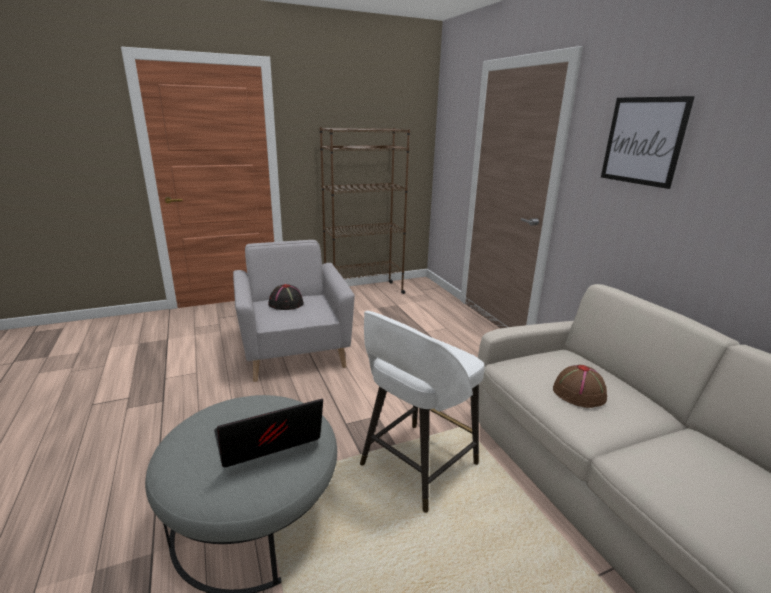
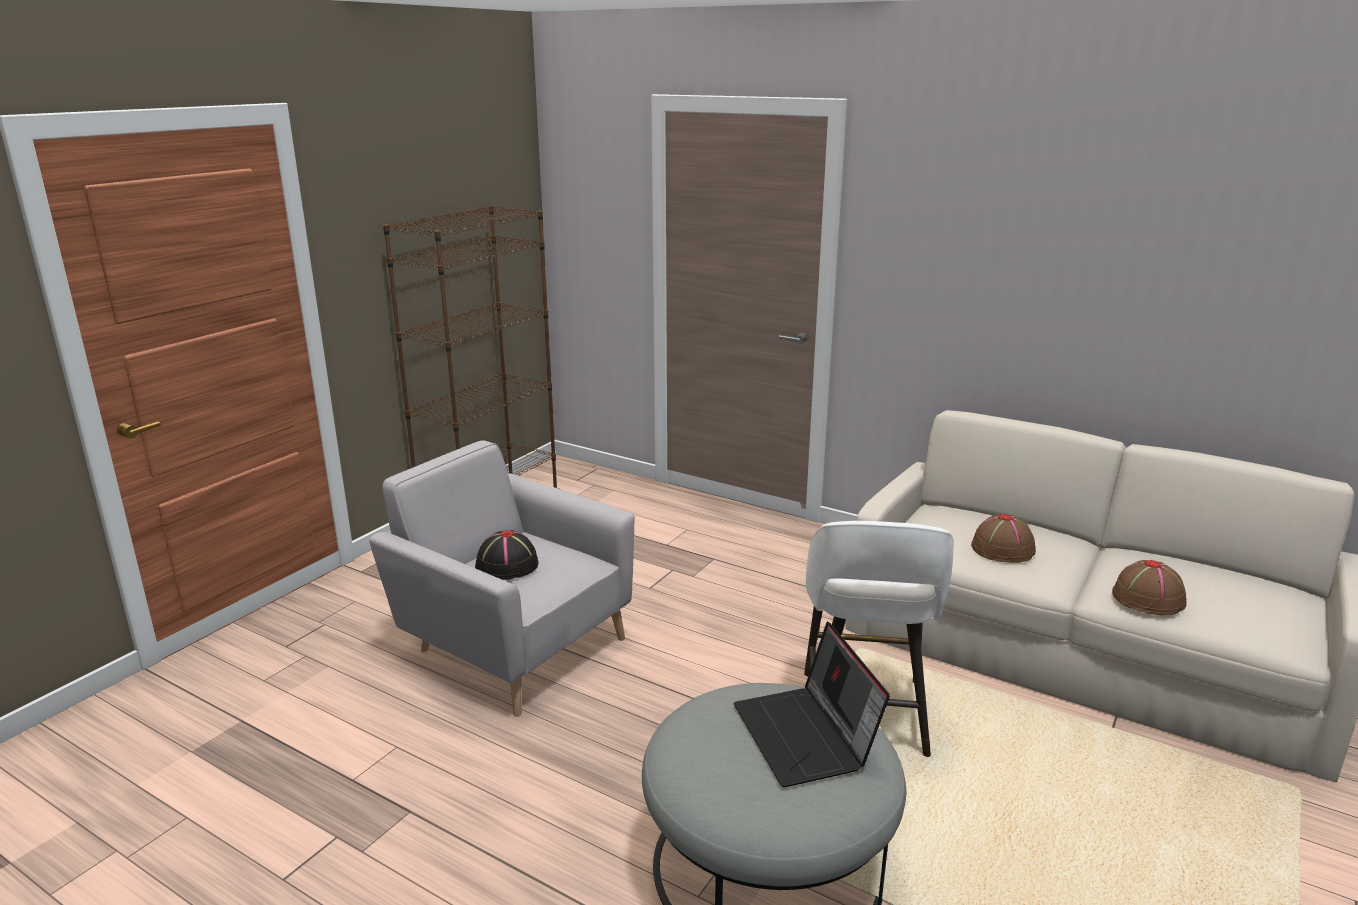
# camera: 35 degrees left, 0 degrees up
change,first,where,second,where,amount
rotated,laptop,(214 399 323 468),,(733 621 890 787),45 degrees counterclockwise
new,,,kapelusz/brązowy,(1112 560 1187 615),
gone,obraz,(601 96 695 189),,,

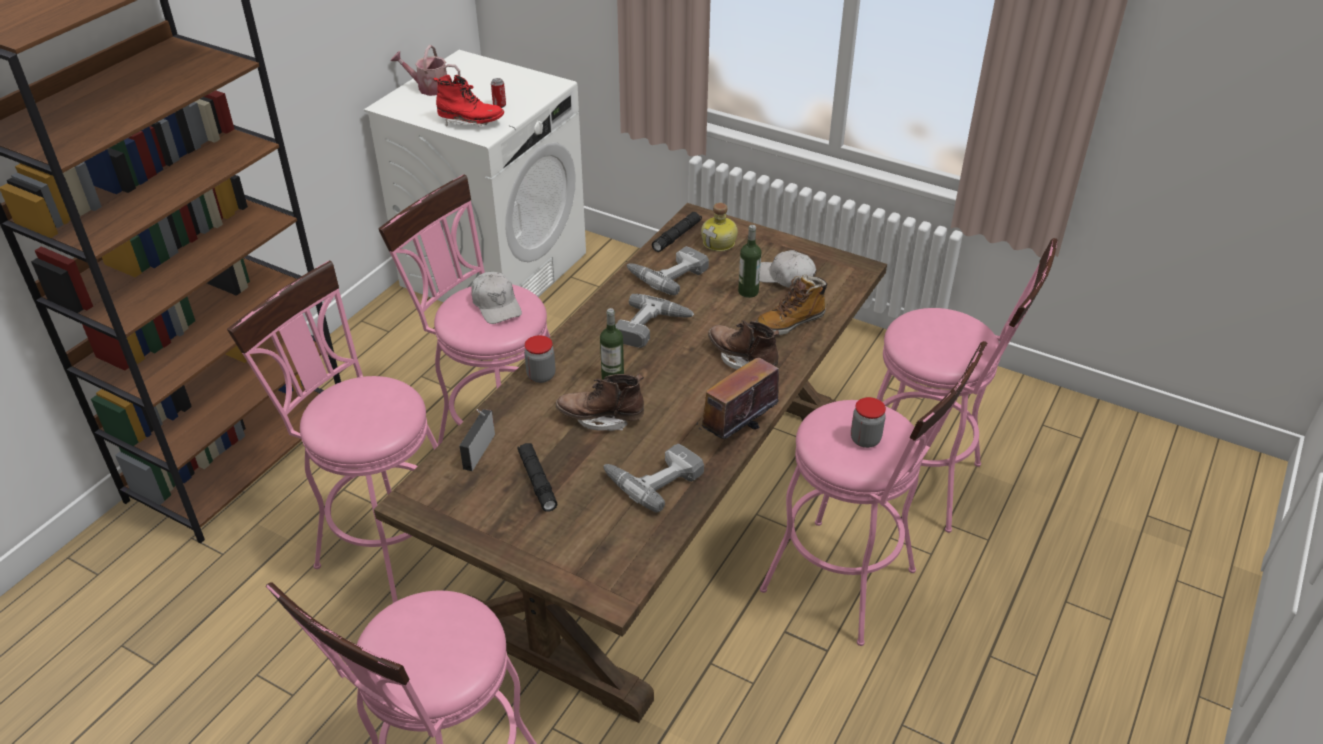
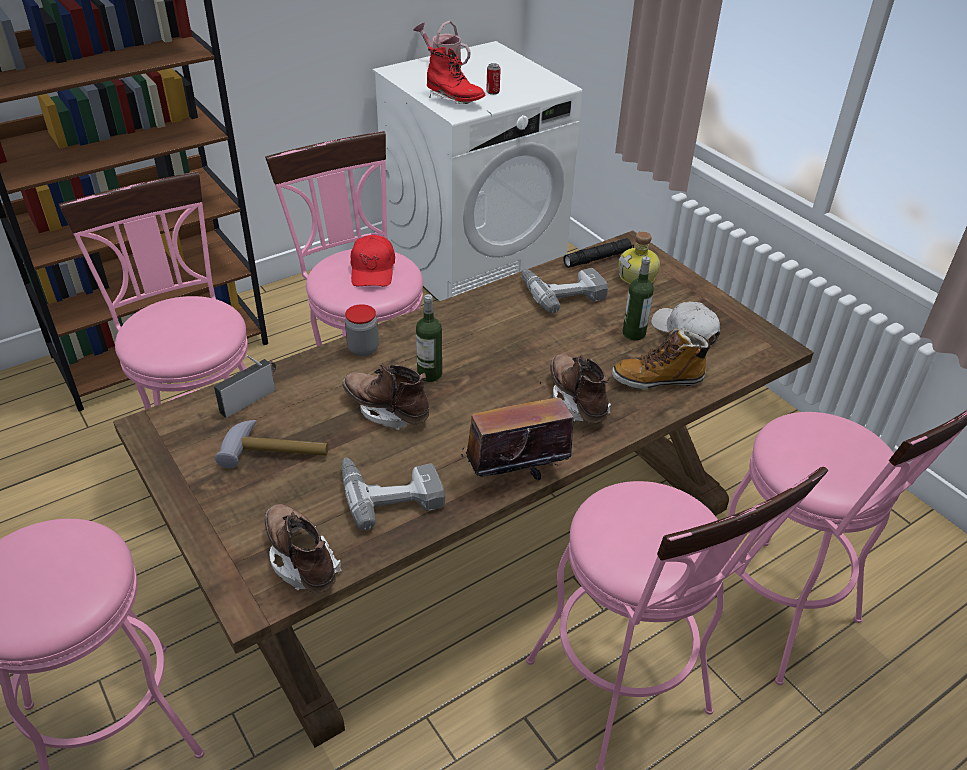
# camera: 25 degrees right, 0 degrees up
change,first,where,second,where,amount
swapped,latarka/czarny,(517 443 558 512),młotek,(215 420 328 468),
new,,,but z cholewką/brązowy,(265 504 342 593),
repainted,czapka z daszkiem/biały,(471 272 522 324),czapka z daszkiem/czerwony,(351 235 395 286),
gone,wiertarka,(615 294 695 348),,,
gone,słoik,(851 397 886 448),,,

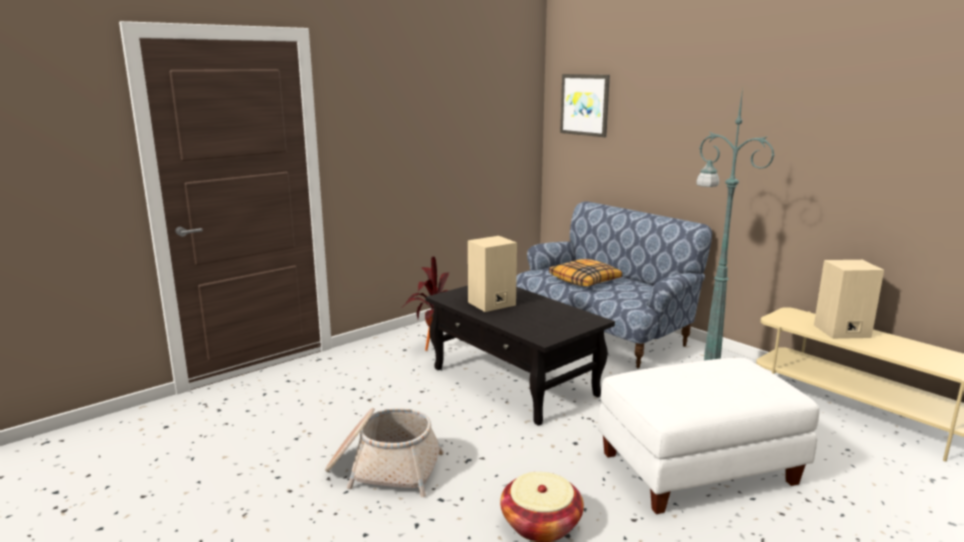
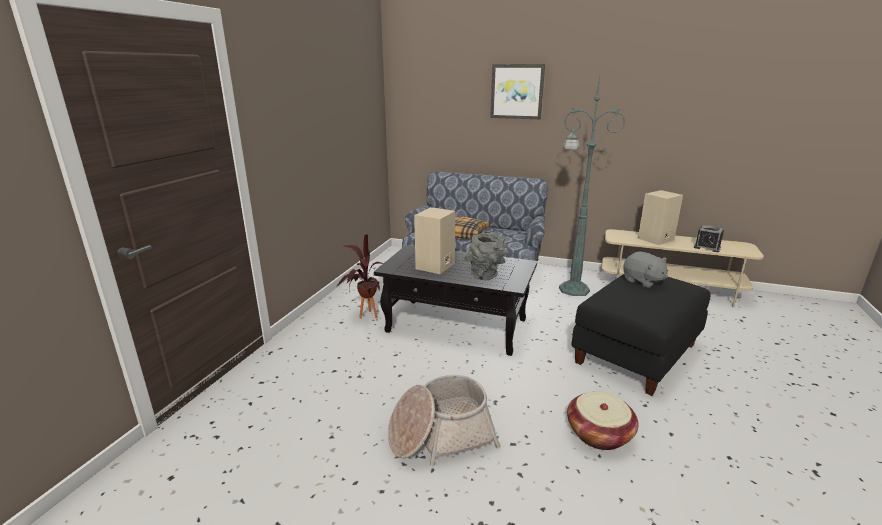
# camera: 30 degrees left, 5 degrees up
change,first,where,second,where,amount
new,,,wazon/szary,(465 231 509 280),
shifted,obraz,(560 74 610 137),,(490 64 545 119),
repainted,pufa/biały,(598 358 819 514),pufa/czarny,(572 274 710 396),
new,,,pluszak/szary,(623 252 668 288),
new,,,budzik,(694 225 724 252),

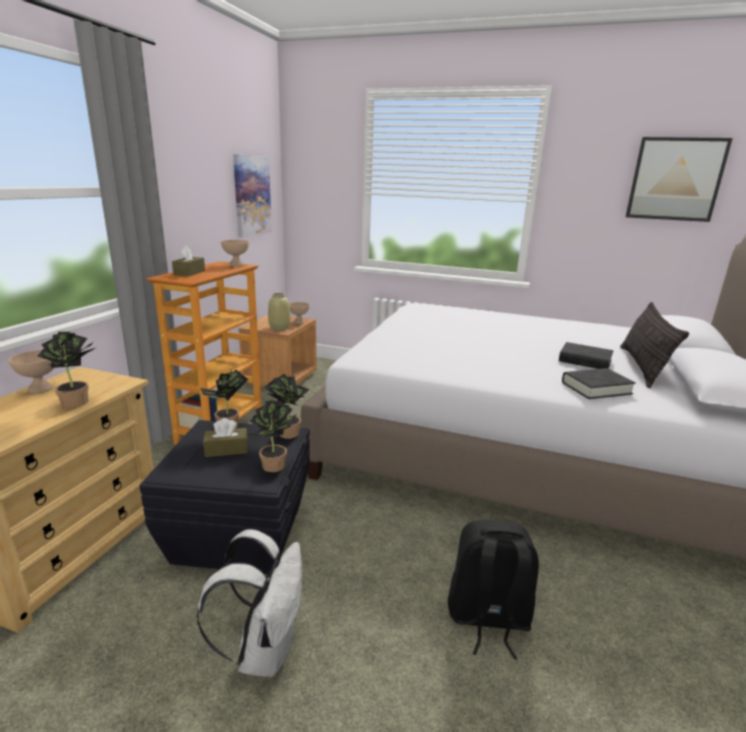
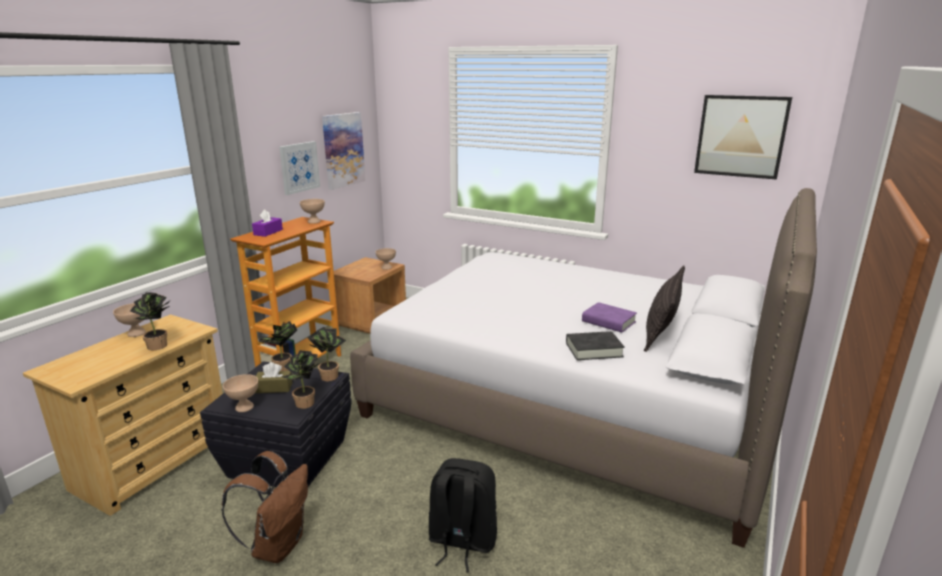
# camera: 10 degrees right, 0 degrees up
change,first,where,second,where,amount
repainted,plecak/biały,(197 529 302 677),plecak/brązowy,(221 451 308 563),
new,,,miska/beżowy,(223 374 258 412),
repainted,pudełko chusteczek/brązowy,(172 246 205 277),pudełko chusteczek/fioletowy,(252 209 283 237),
new,,,obraz,(279 141 320 195),
repainted,książka/czarny,(559 342 614 369),książka/fioletowy,(582 302 637 333),
gone,wazon/beżowy,(268 293 291 330),,,

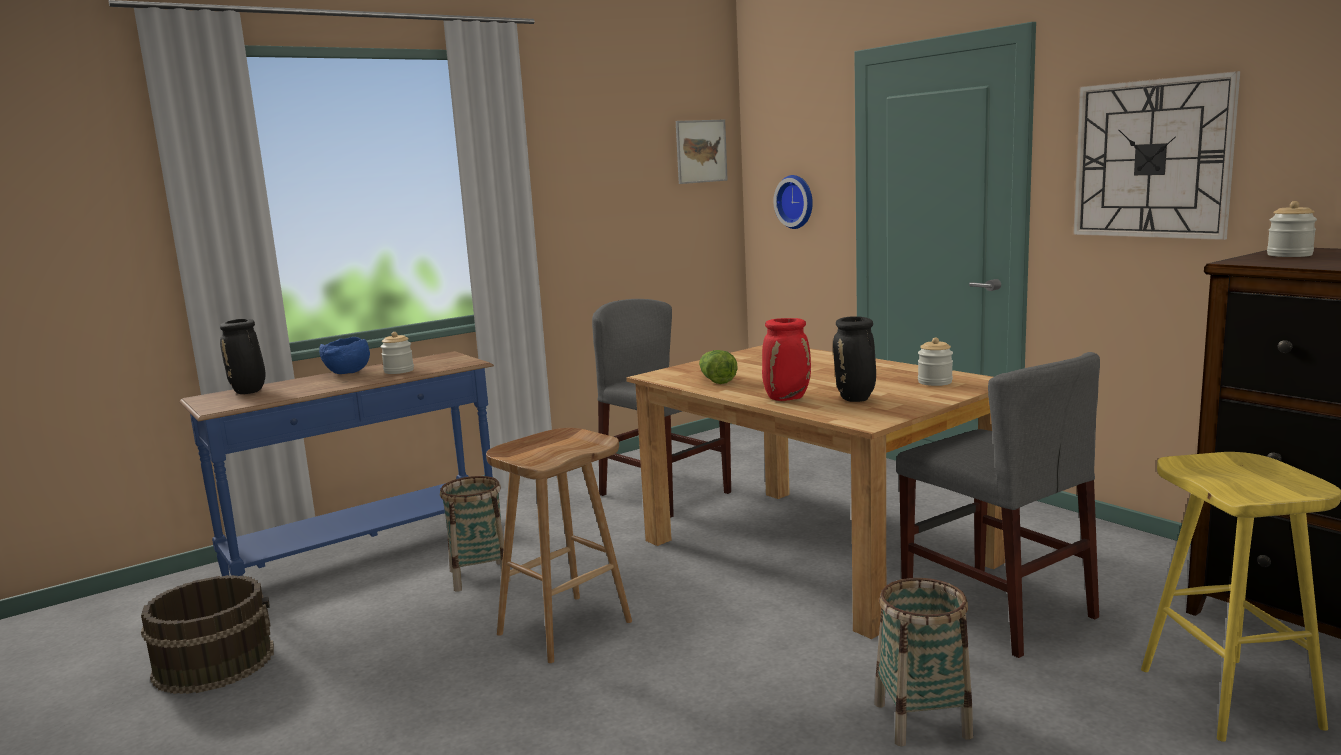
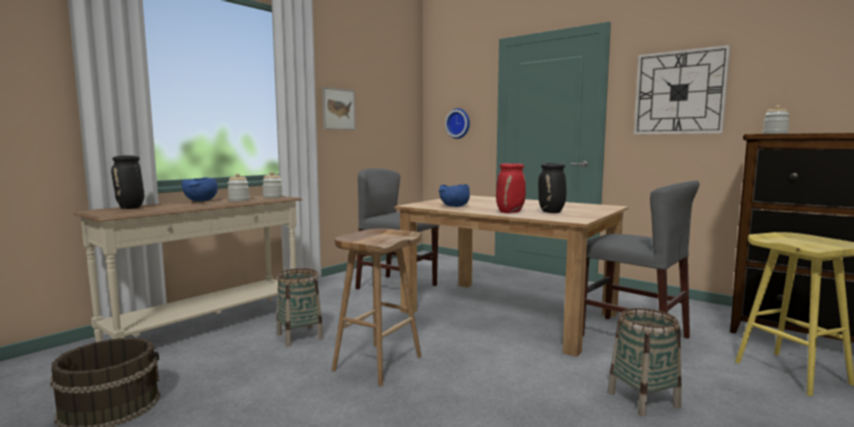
# camera: 15 degrees left, 5 degrees down
change,first,where,second,where,amount
repainted,stolik konsolowy/niebieski,(179 351 494 576),stolik konsolowy/beżowy,(73 195 302 342),
shifted,słoik,(918 337 953 386),,(262 172 283 198),
shifted,obraz,(676 120 728 184),,(322 87 356 130),
swapped,sałata,(699 350 738 384),miska/niebieski,(439 184 470 207),

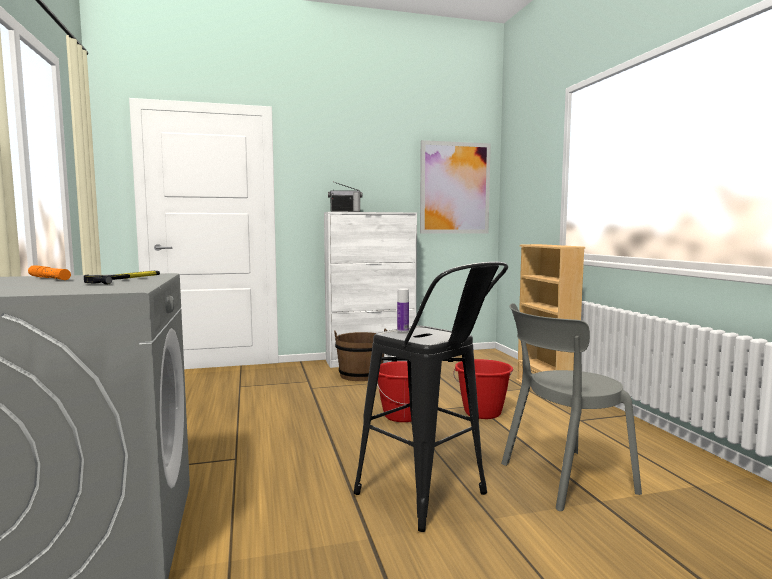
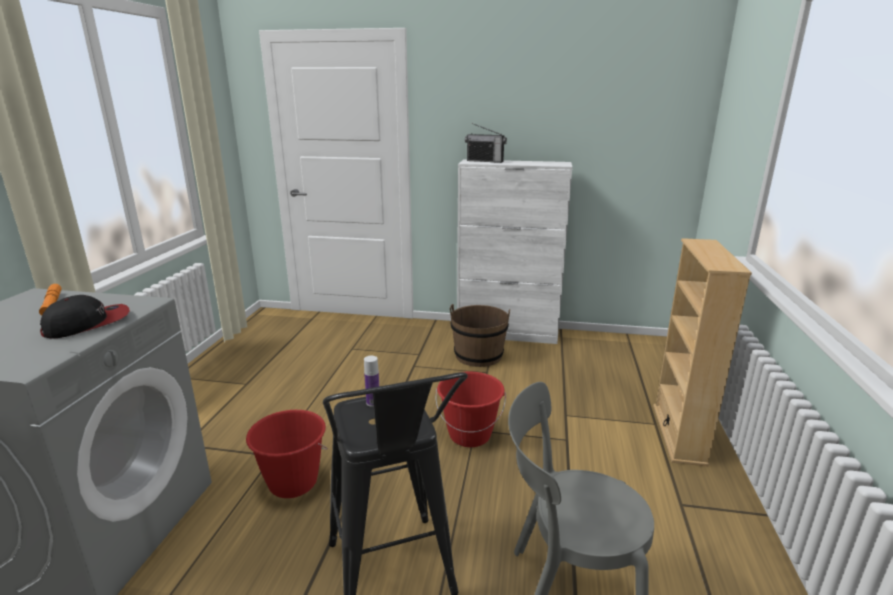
# camera: 25 degrees right, 15 degrees up
change,first,where,second,where,amount
swapped,młotek,(84 271 160 284),czapka z daszkiem,(40 295 130 339),
shifted,wiadro/czerwony,(453 359 513 419),,(246 410 328 498),
gone,obraz,(420 140 491 234),,,

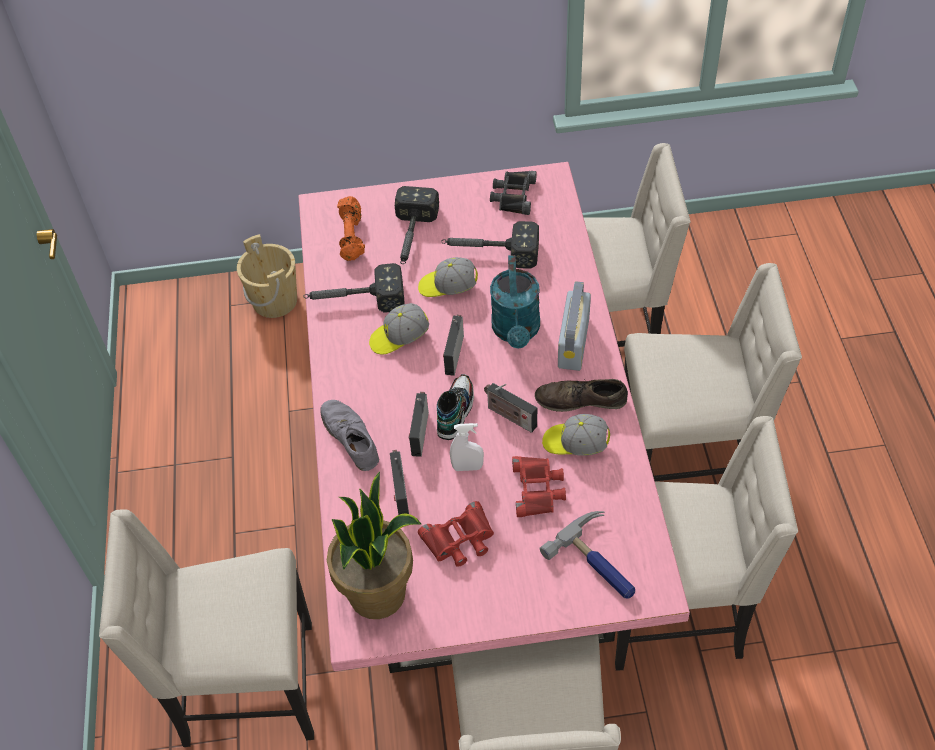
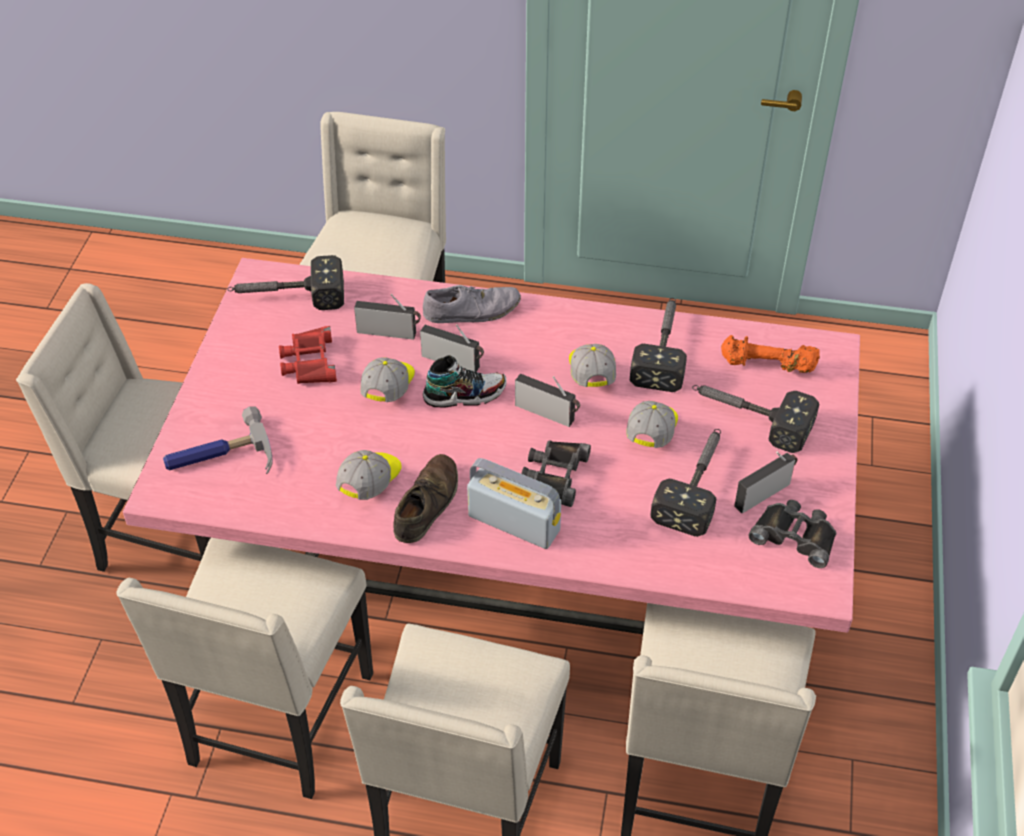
# camera: 105 degrees right, 5 degrees down
change,first,where,second,where,amount
swapped,roślina doniczkowa,(327 472 422 619),młotek,(227 255 344 310),
swapped,spryskiwacz/biały,(450 423 484 471),czapka z daszkiem,(360 357 415 402),
rotated,but,(437 374 474 440),,(423 355 507 407),45 degrees counterclockwise
swapped,konewka/turkusowy,(490 255 540 349),lornetka/czarny,(521 441 591 507),
shifted,radio,(484 383 537 433),,(734 452 797 514),
gone,wiadro/beżowy,(237 234 297 318),,,
gone,lornetka/czerwony,(512 456 566 517),,,

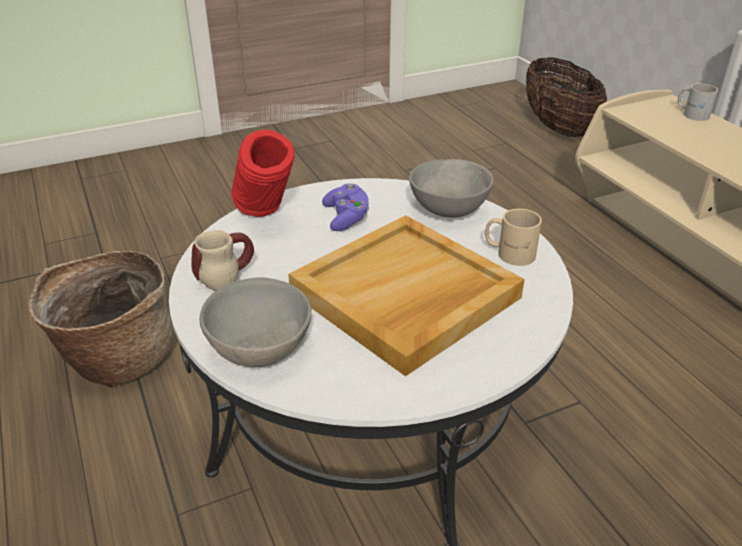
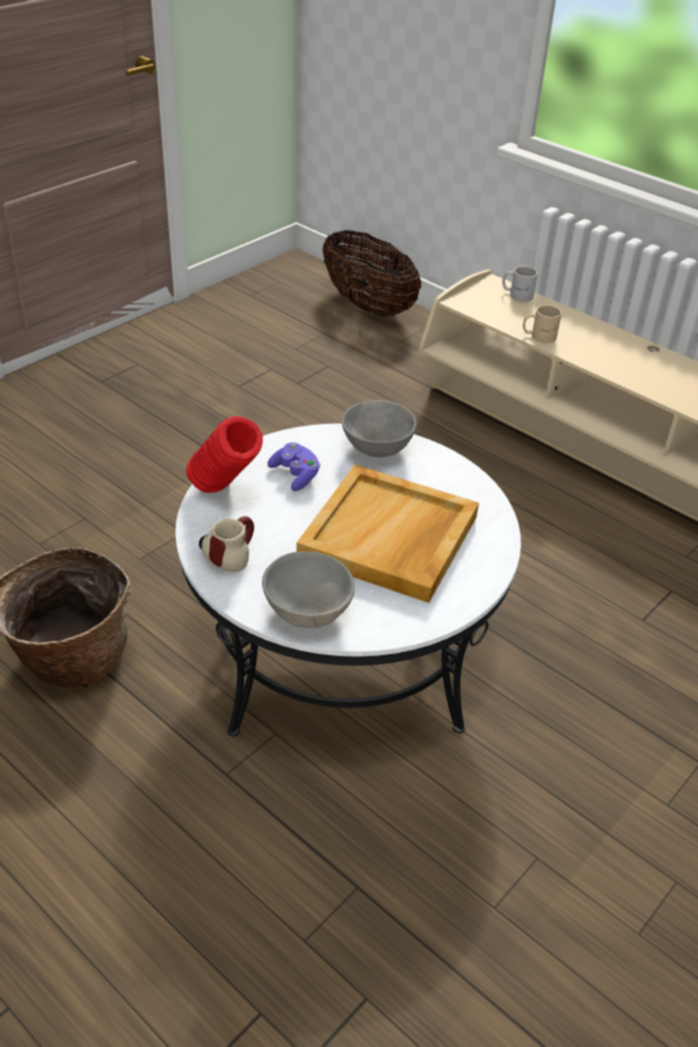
# camera: 25 degrees left, 5 degrees up
change,first,where,second,where,amount
shifted,kubek/beżowy,(485 209 542 266),,(523 305 562 343),

